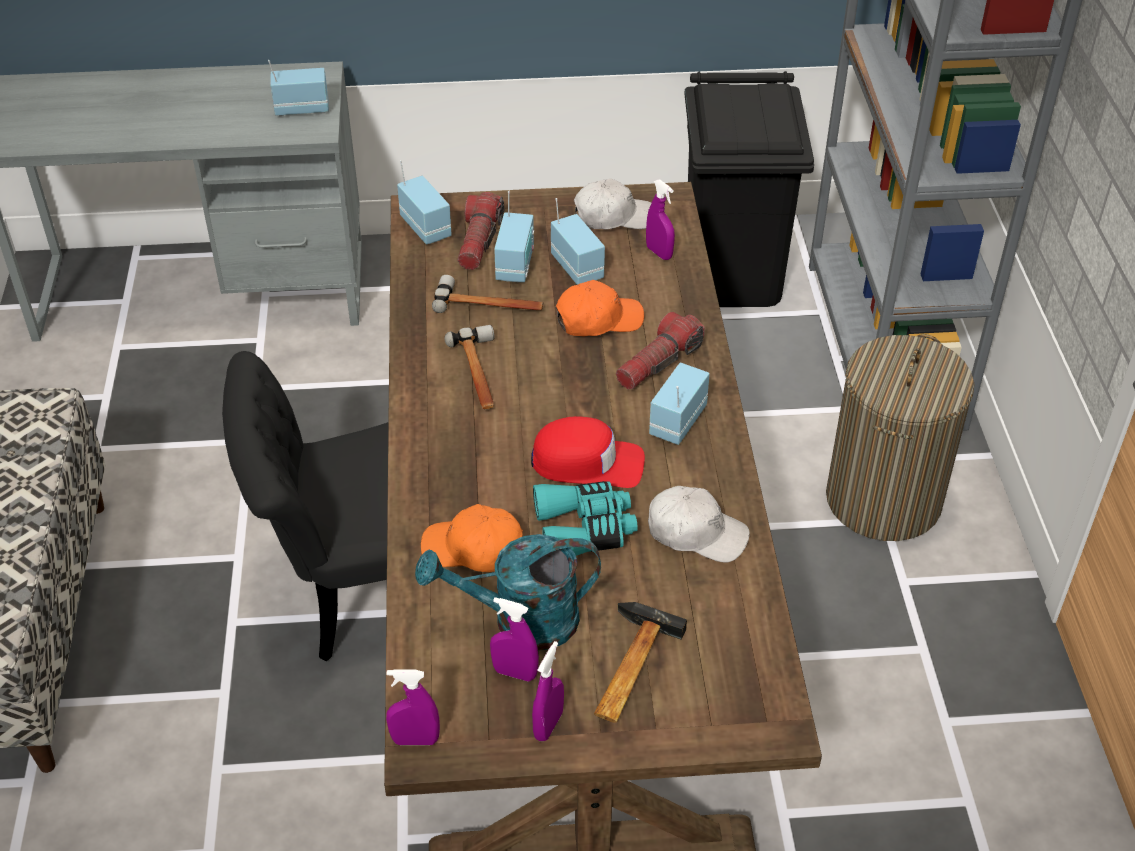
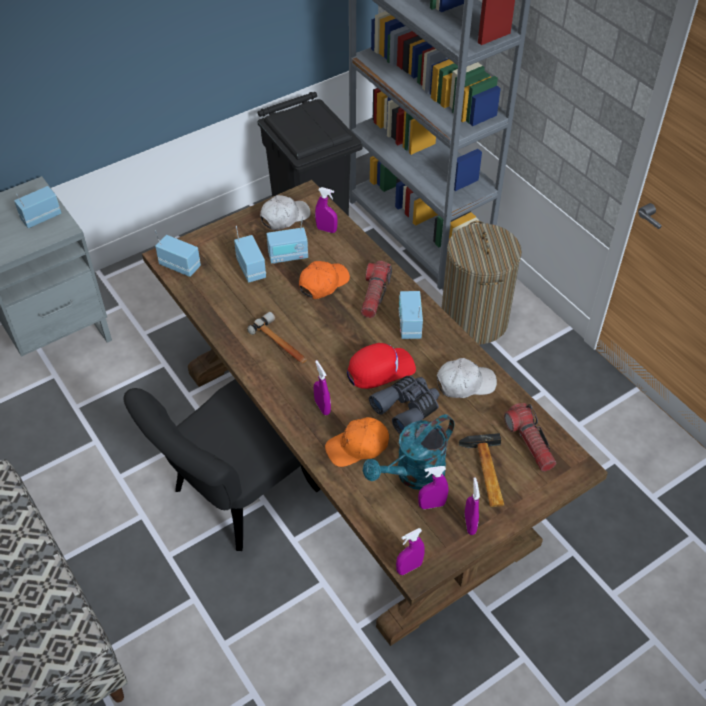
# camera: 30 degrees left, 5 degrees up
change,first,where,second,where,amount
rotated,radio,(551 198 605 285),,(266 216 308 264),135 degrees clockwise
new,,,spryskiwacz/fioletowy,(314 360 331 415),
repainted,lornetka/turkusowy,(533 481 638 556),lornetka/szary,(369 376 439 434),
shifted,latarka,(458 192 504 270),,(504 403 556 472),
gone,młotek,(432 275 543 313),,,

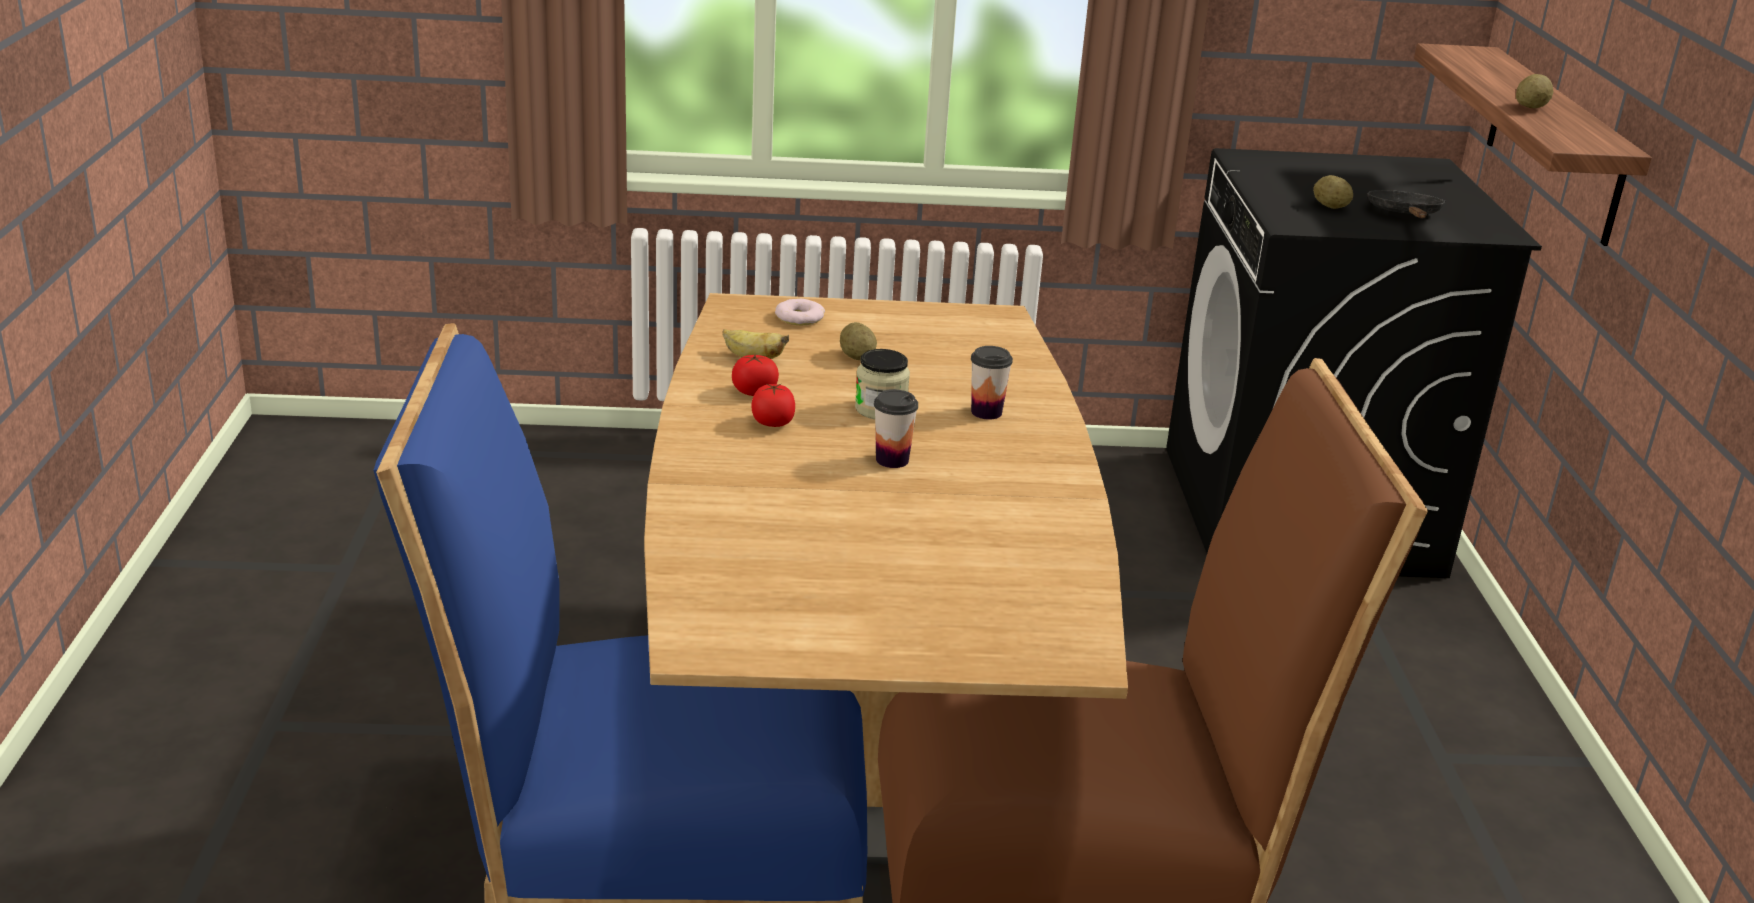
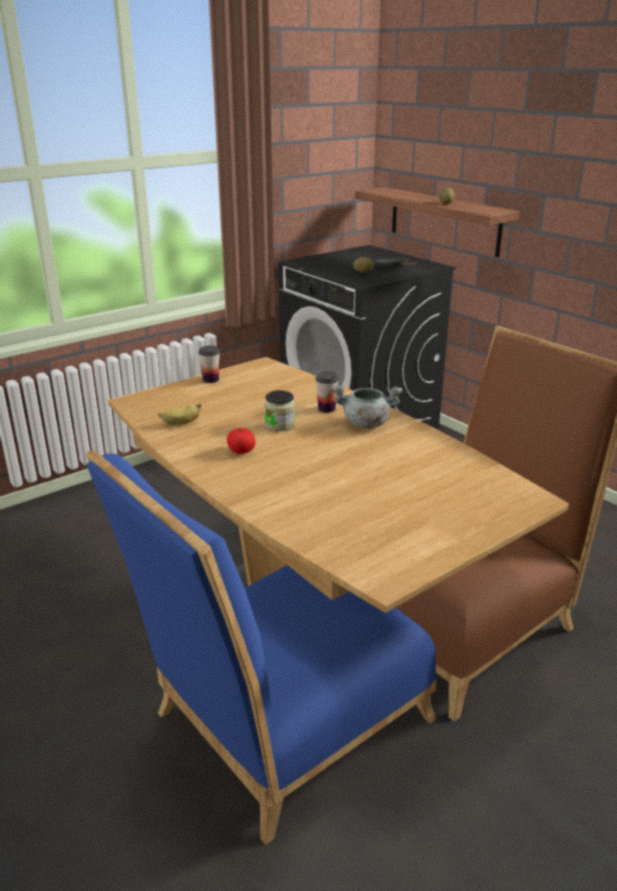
# camera: 35 degrees left, 0 degrees up
change,first,where,second,where,amount
shifted,filiżanka,(874 390 918 468),,(199 346 220 383),
new,,,garnek/szary,(332 385 402 428),
gone,pomidor,(732 354 779 396),,,
gone,donut,(775 299 825 325),,,
gone,ziemniak,(840 322 877 360),,,

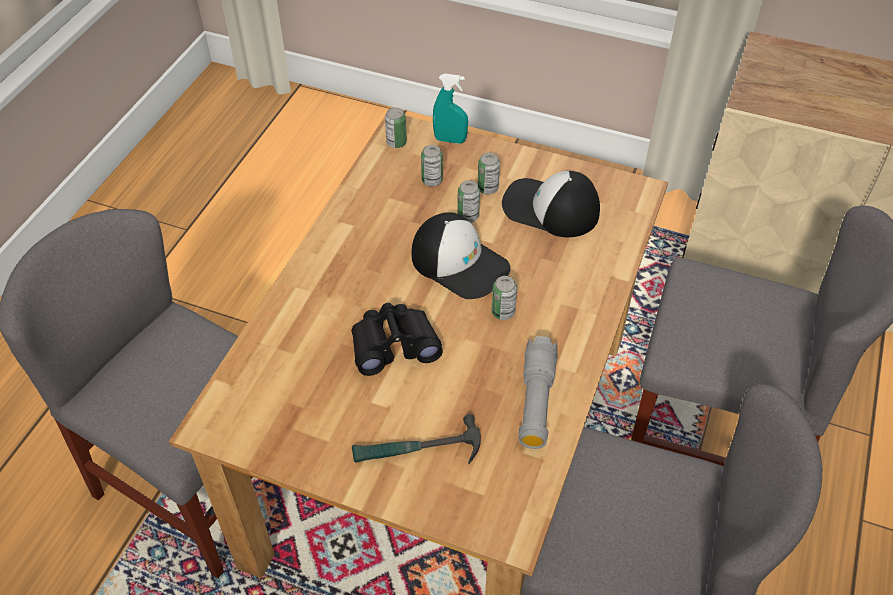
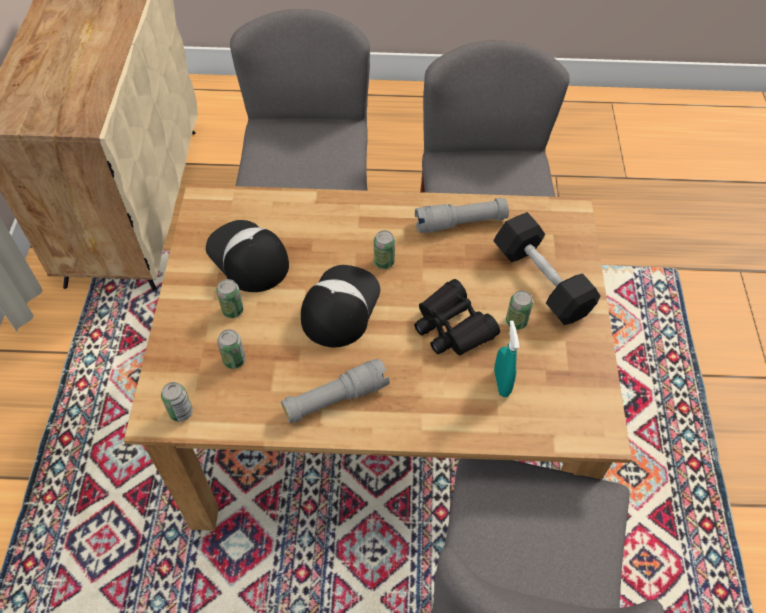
# camera: 110 degrees left, 5 degrees up
change,first,where,second,where,amount
rotated,czapka z daszkiem,(502 171 600 237),,(206 220 289 292),135 degrees clockwise
new,,,latarka/szary,(281 358 390 424),
swapped,młotek,(352 414 481 464),hantel/czarny,(493 212 600 325),
shifted,spryskiwacz/turkusowy,(433 74 468 144),,(494 320 520 397),
shifted,puszka,(457 180 480 223),,(506 291 533 330),

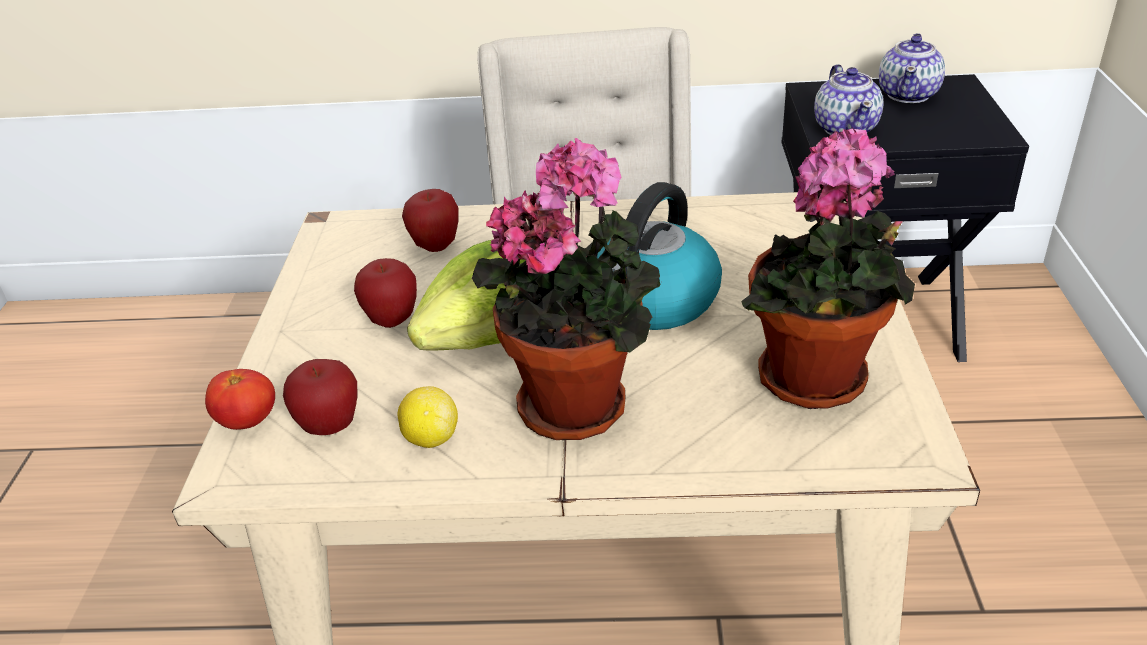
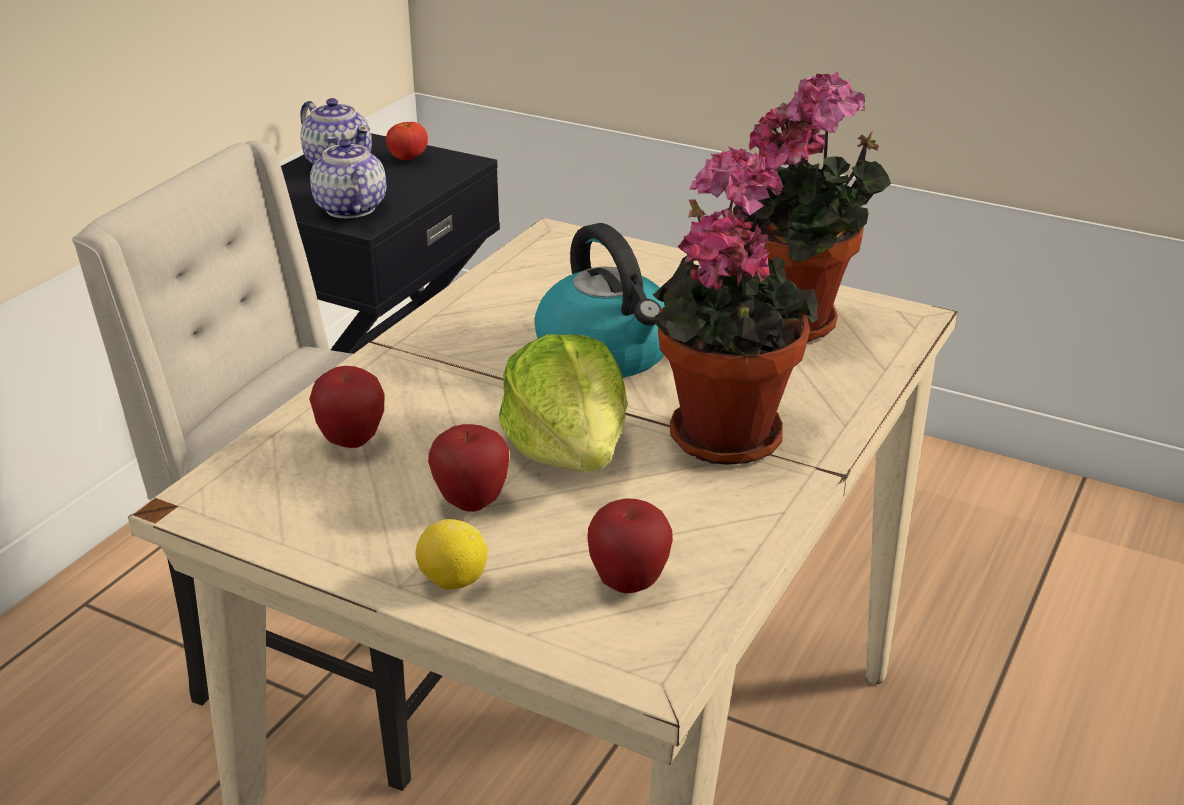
# camera: 65 degrees left, 5 degrees down
change,first,where,second,where,amount
rotated,imbryk,(814 64 884 135),,(310 136 386 218),135 degrees counterclockwise
shifted,pomidor,(205 369 275 430),,(386 122 428 160),
shifted,cytryna,(398 386 458 448),,(416 519 488 590),

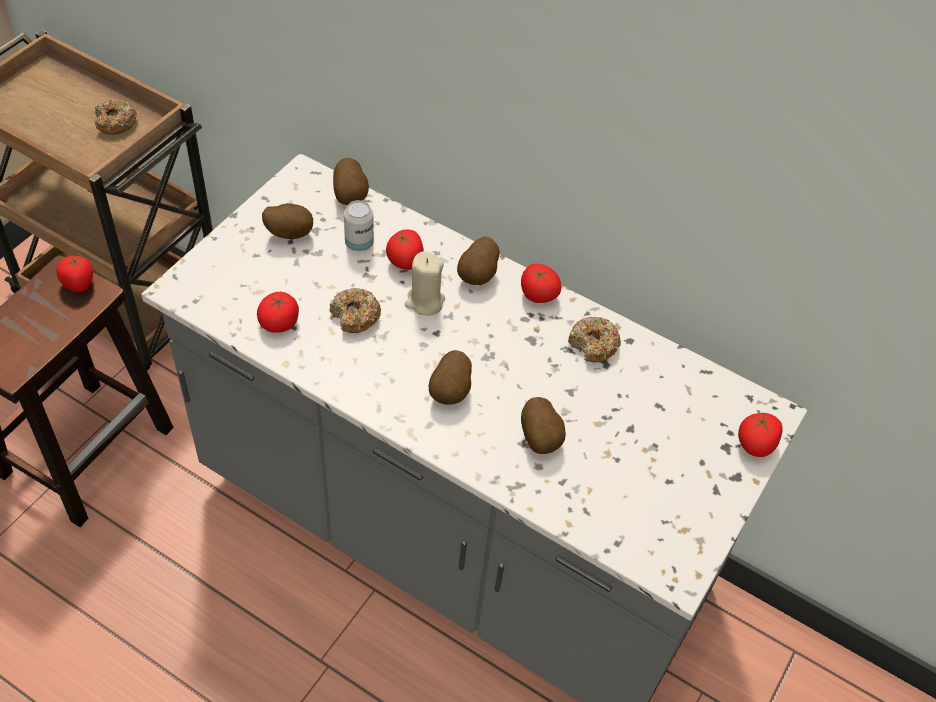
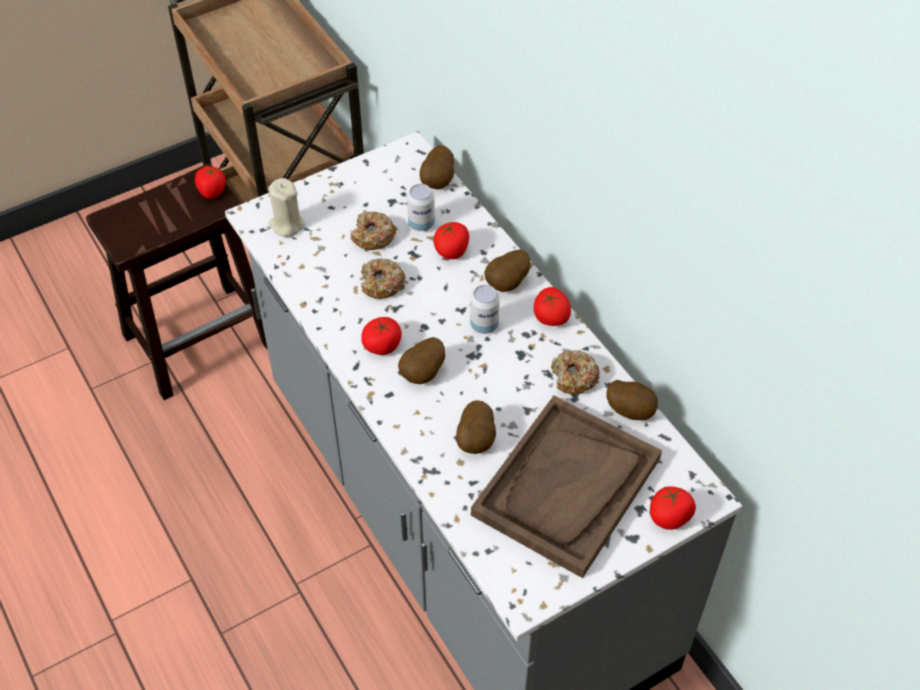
# camera: 30 degrees right, 0 degrees up
change,first,where,second,where,amount
shifted,świeca/beżowy,(405 251 445 316),,(268 178 305 237),
shifted,donut,(94 99 137 135),,(350 211 396 250),
shifted,pomidor,(257 292 299 333),,(361 317 402 355),
new,,,puszka,(470 285 500 334),
new,,,taca/brązowy,(471 396 662 578),
shifted,ziemniak,(262 203 313 240),,(607 380 658 420),

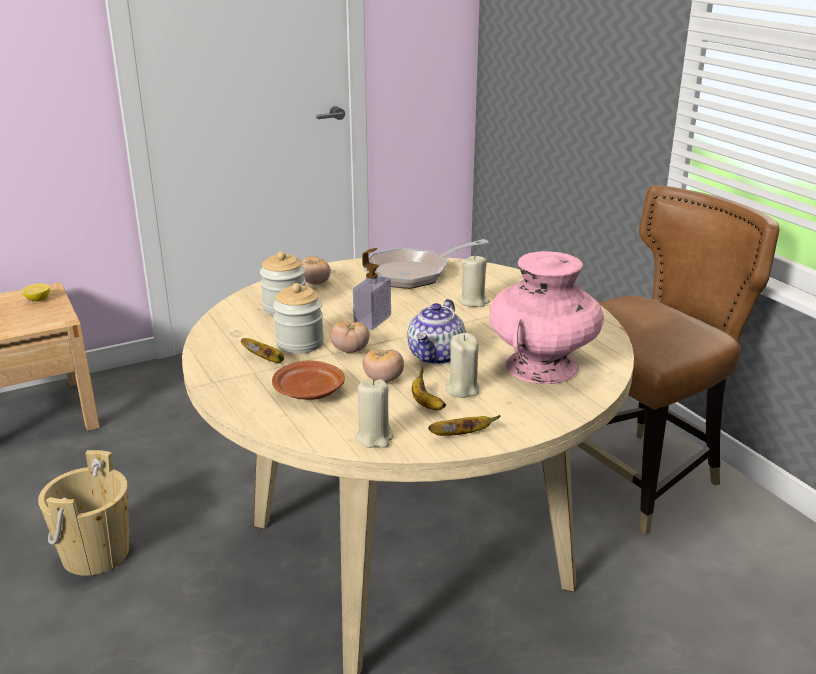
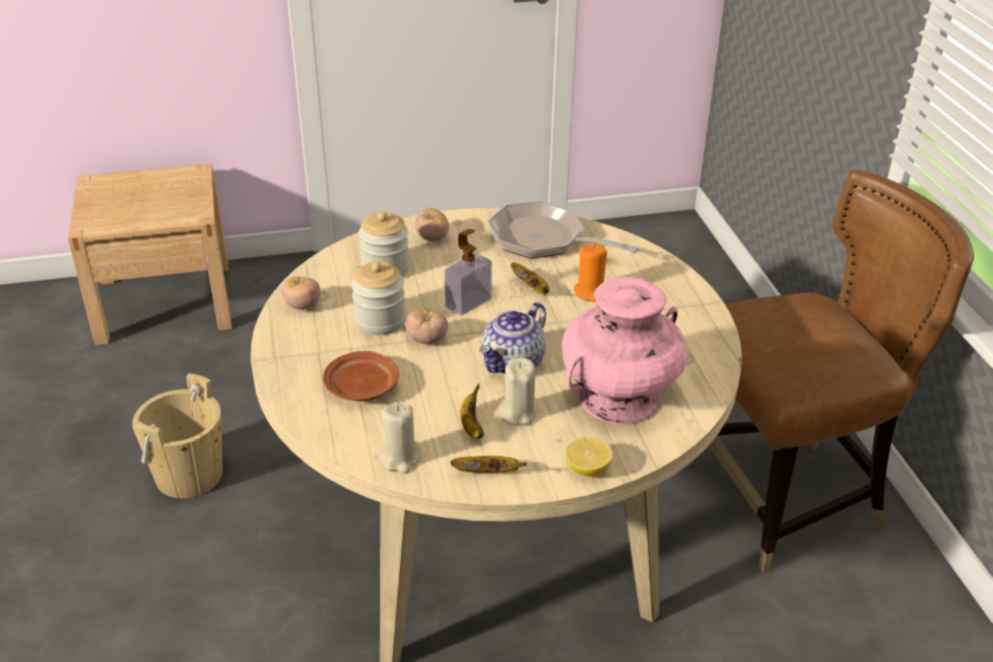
# camera: 15 degrees right, 10 degrees up
change,first,where,second,where,amount
shifted,pomidor,(362 350 404 382),,(282 276 321 310),
rotated,patelnia,(362 239 489 289),,(488 201 639 258),45 degrees clockwise
shifted,banan,(241 338 284 363),,(511 262 549 294),
shifted,cytryna,(22 284 50 301),,(565 437 613 476),
repainted,świeca/beżowy,(458 255 490 307),świeca/pomarańczowy,(574 243 607 302),

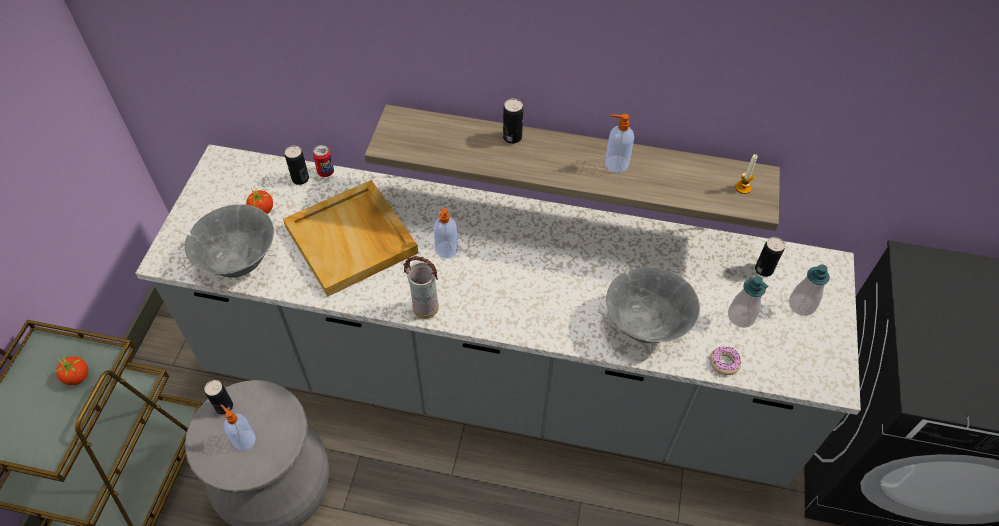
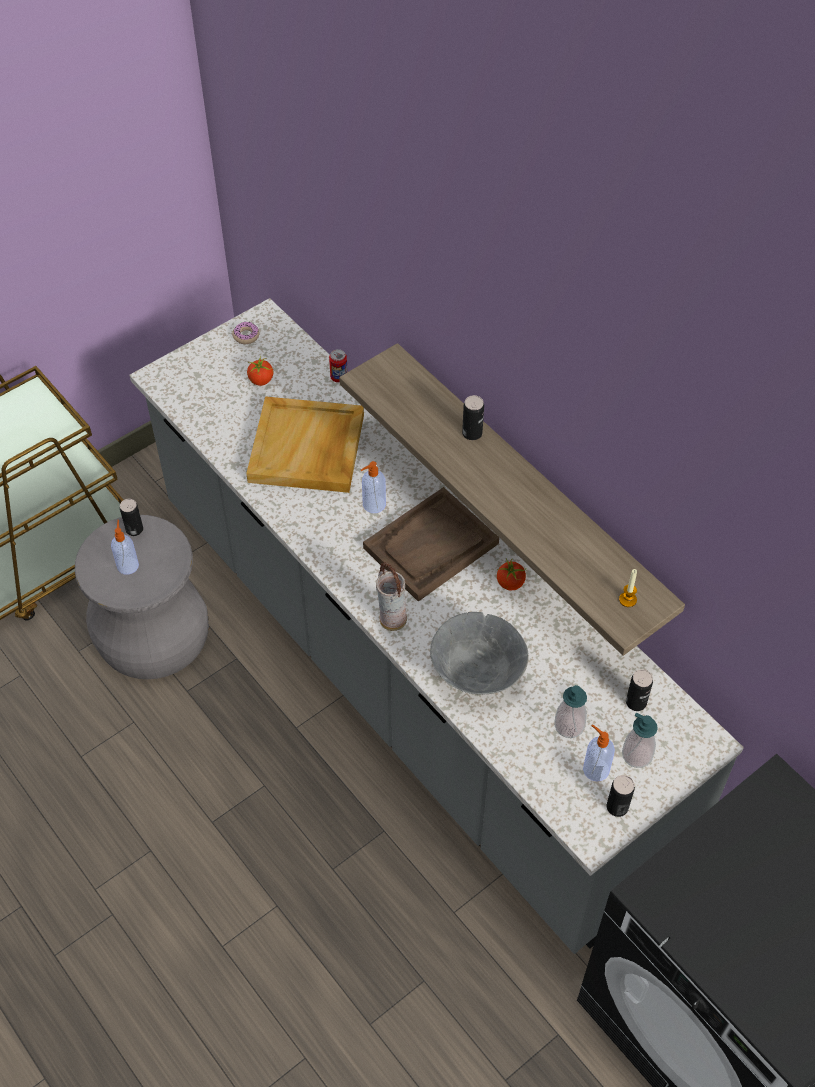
# camera: 40 degrees right, 0 degrees up
change,first,where,second,where,amount
shifted,donut,(710 347 741 375),,(232 322 259 344),
new,,,taca/brązowy,(363 487 499 602),
shifted,wazon,(403 256 439 319),,(376 562 407 631),
shifted,pomidor,(55 356 88 385),,(497 558 527 590),
shifted,dozownik mydła,(605 114 634 173),,(583 725 615 782),
shifted,puszka,(285 146 309 185),,(607 775 635 817),
gone,miska/szary,(185 204 274 278),,,

